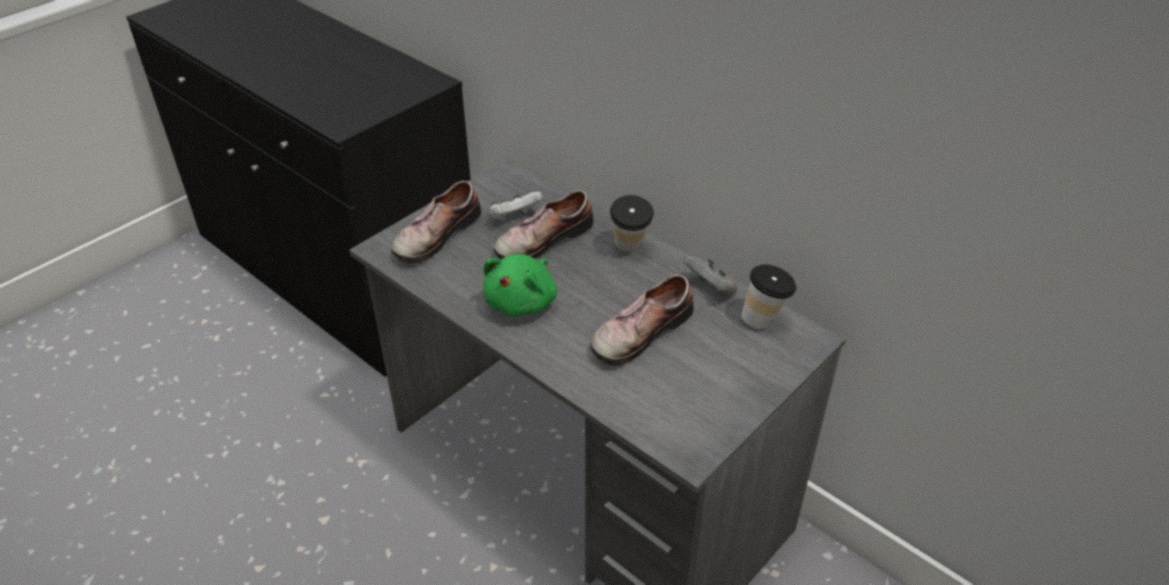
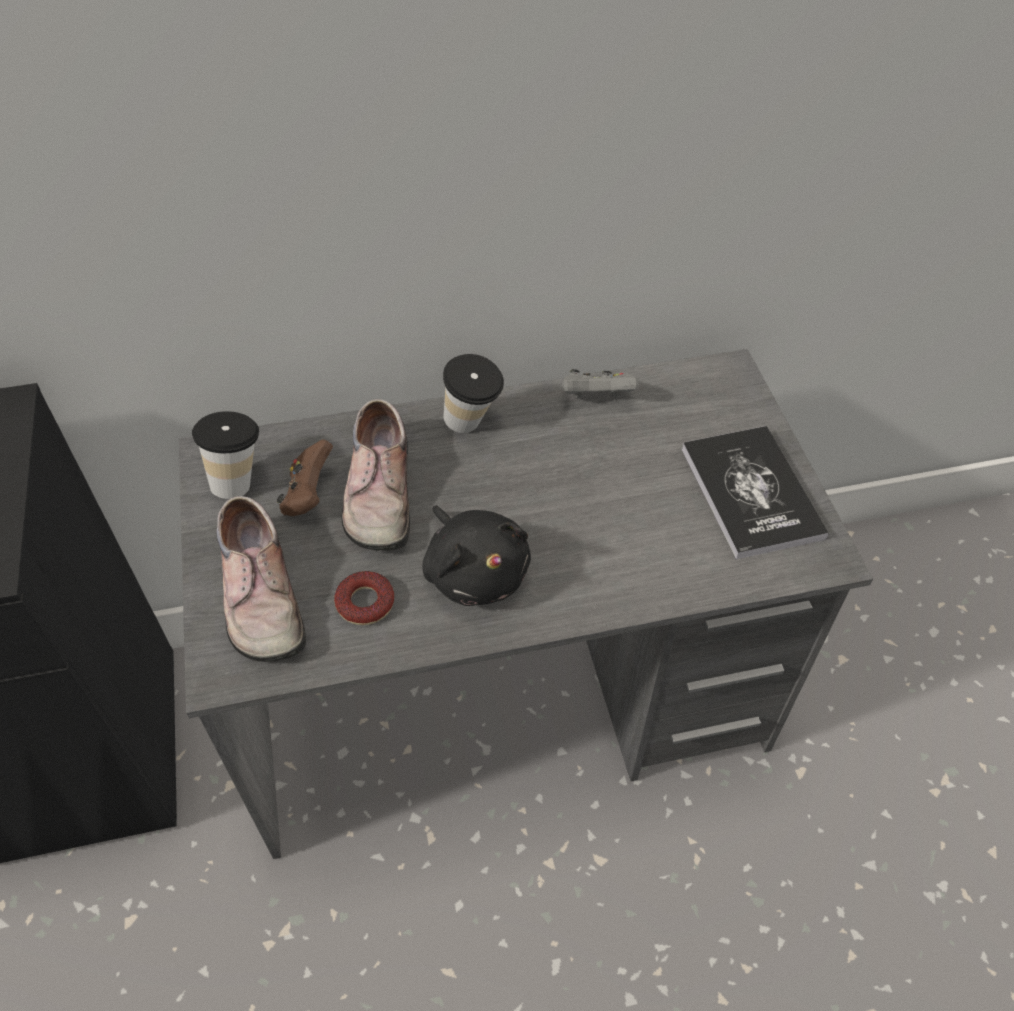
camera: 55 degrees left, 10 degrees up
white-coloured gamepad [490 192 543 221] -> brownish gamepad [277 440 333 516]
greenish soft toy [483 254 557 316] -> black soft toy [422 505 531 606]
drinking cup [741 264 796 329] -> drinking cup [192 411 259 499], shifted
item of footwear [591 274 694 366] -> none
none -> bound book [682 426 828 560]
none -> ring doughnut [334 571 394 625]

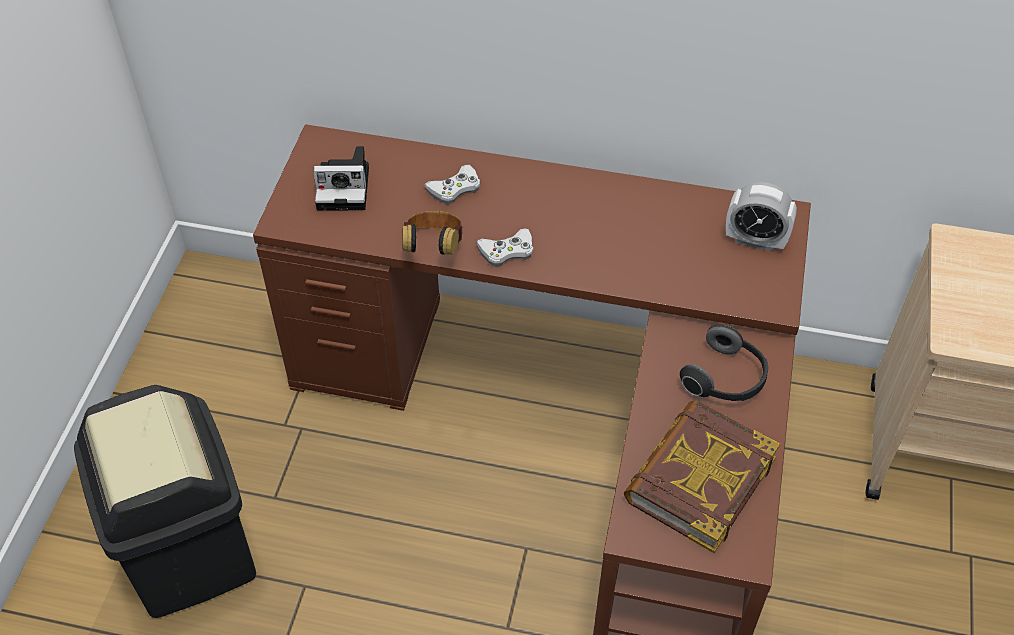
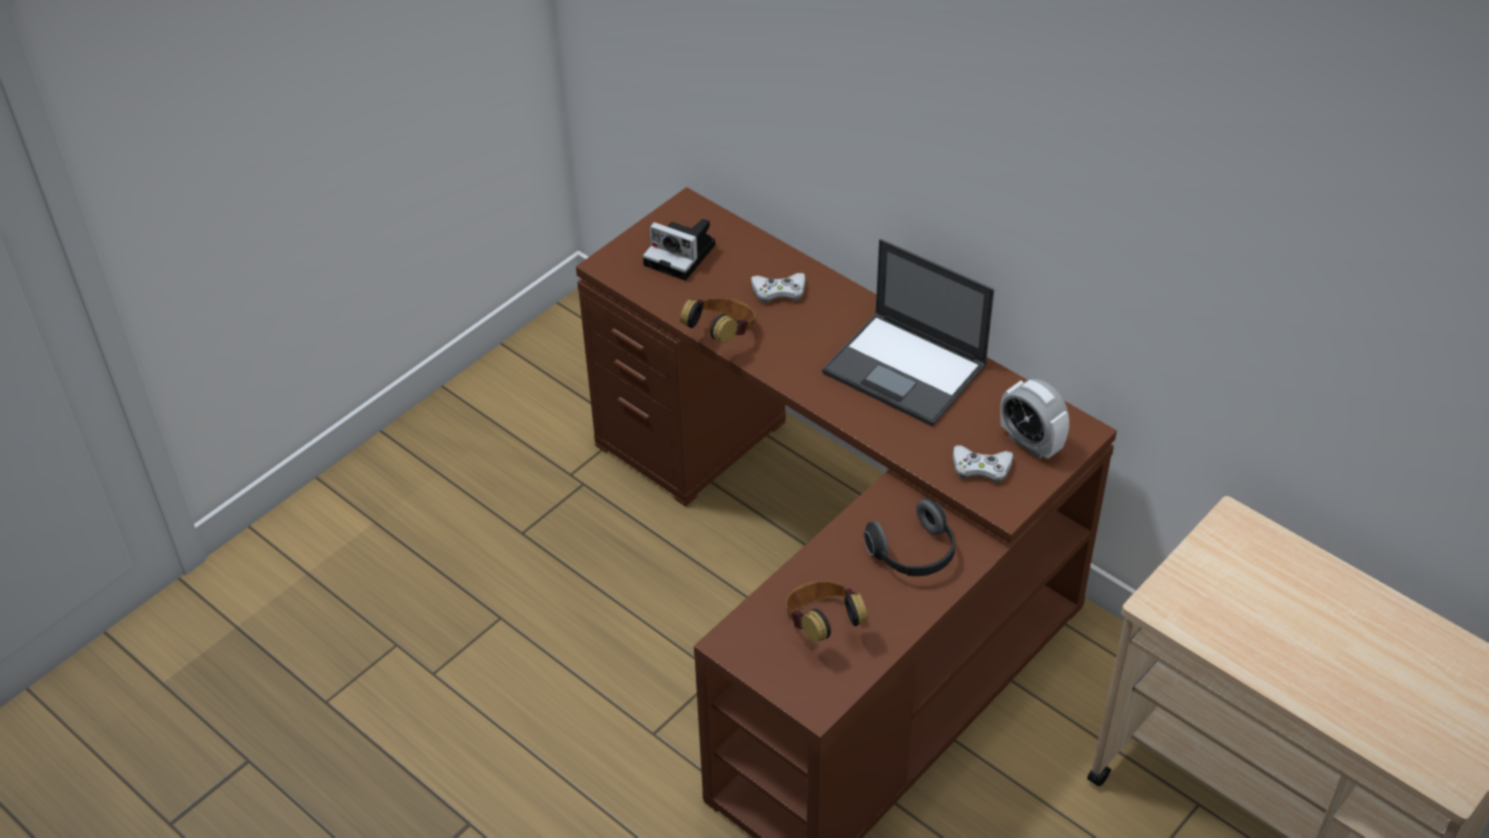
camera: 30 degrees right, 5 degrees down
white-coloured gamepad [477 228 534 267] -> white-coloured gamepad [953 445 1013 483], shifted
black rubbish bin [74 385 256 618] -> none
bound book [624 400 780 553] -> headphones [786 581 868 642]
none -> laptop [822 239 994 426]

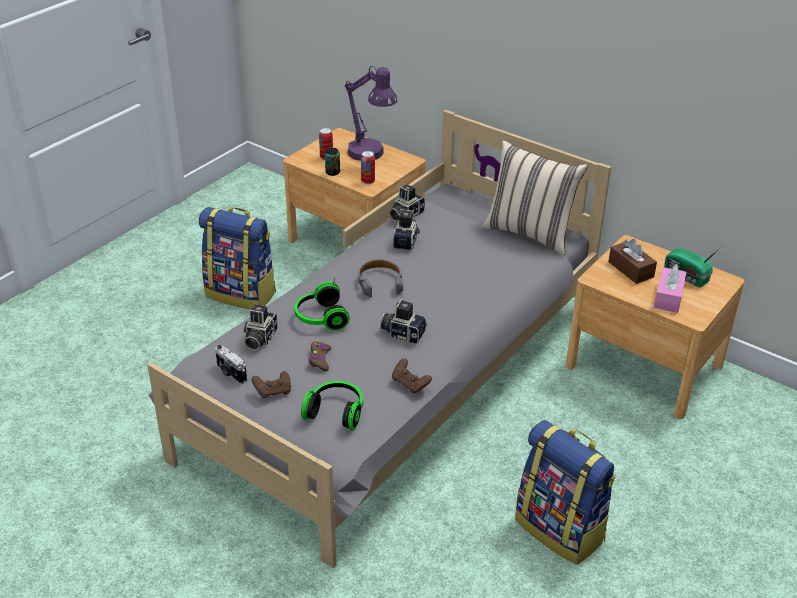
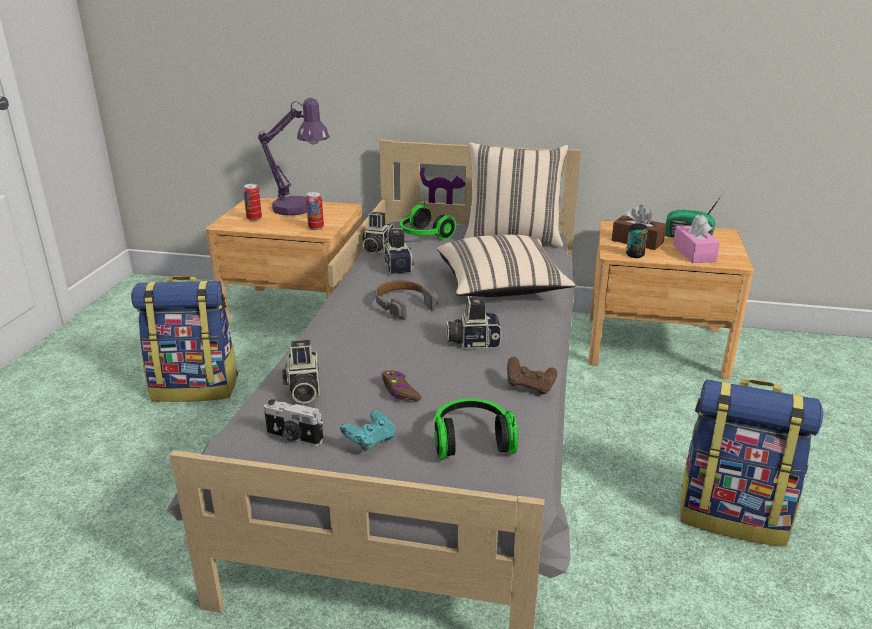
camera: 25 degrees left, 10 degrees down
metal can [325 148 340 176] -> metal can [626 223 648 258], shifted
headphones [294 278 350 331] -> headphones [400 199 456 240], shifted
brownish gamepad [251 371 291 398] -> blue-green gamepad [340 410 395 452]
none -> sand-coloured pillow [437 235 576 297]

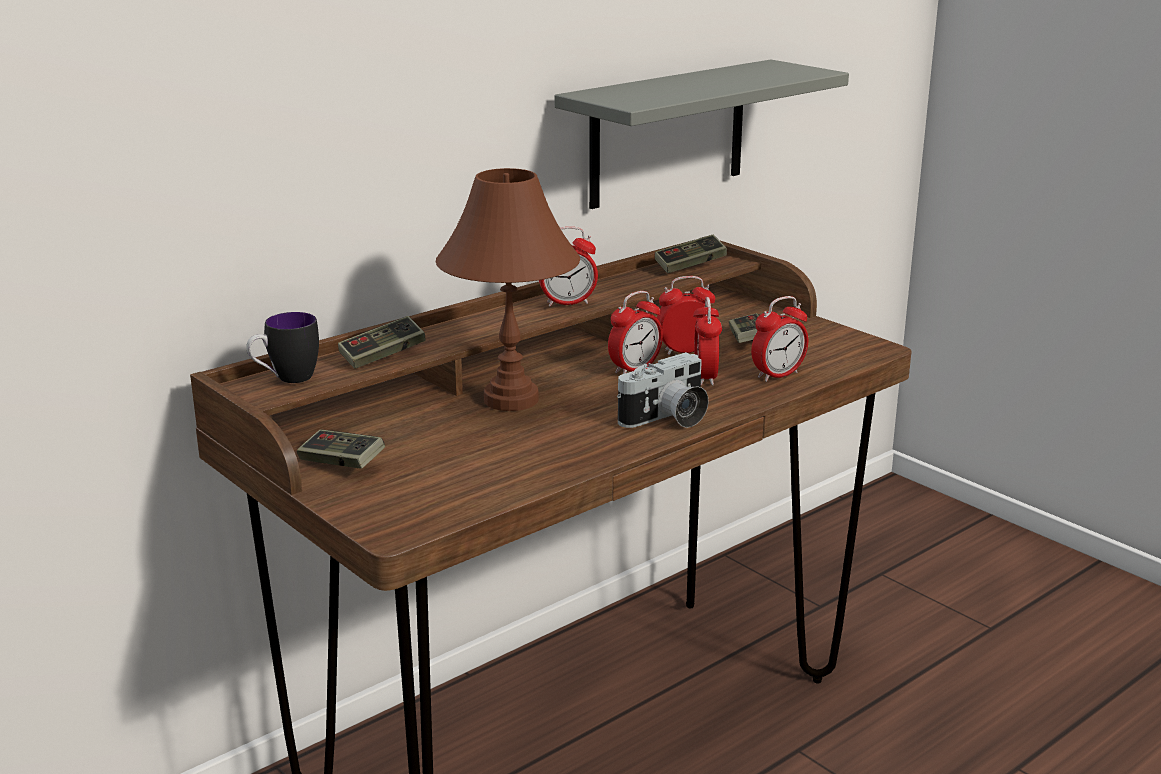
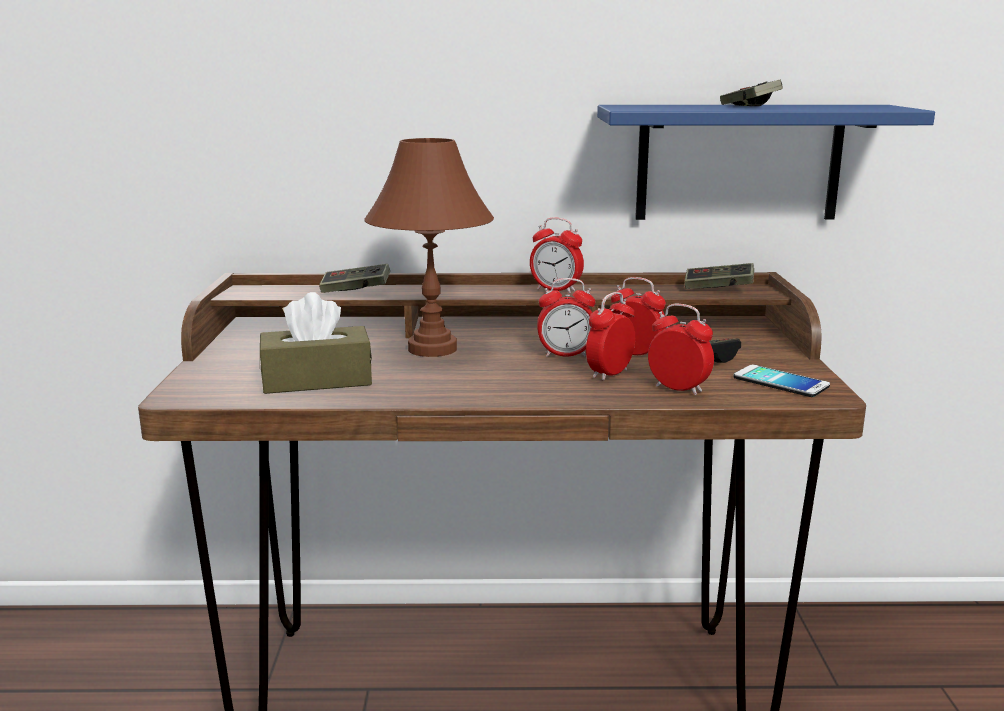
camera: 40 degrees right, 5 degrees down
greyish bracket shelf [555 60 849 209] -> blue-coloured bracket shelf [597 105 935 220]
bedside clock [751 296 808 382] -> bedside clock [648 304 714 395], 150 degrees counterclockwise
tea mug [246 312 319 383] -> none
photo camera [617 352 709 428] -> none
gamepad [297 429 385 469] -> gamepad [720 80 783 106], shifted
none -> brownish tissue box [260 292 372 394]
none -> handset [733 364 830 397]

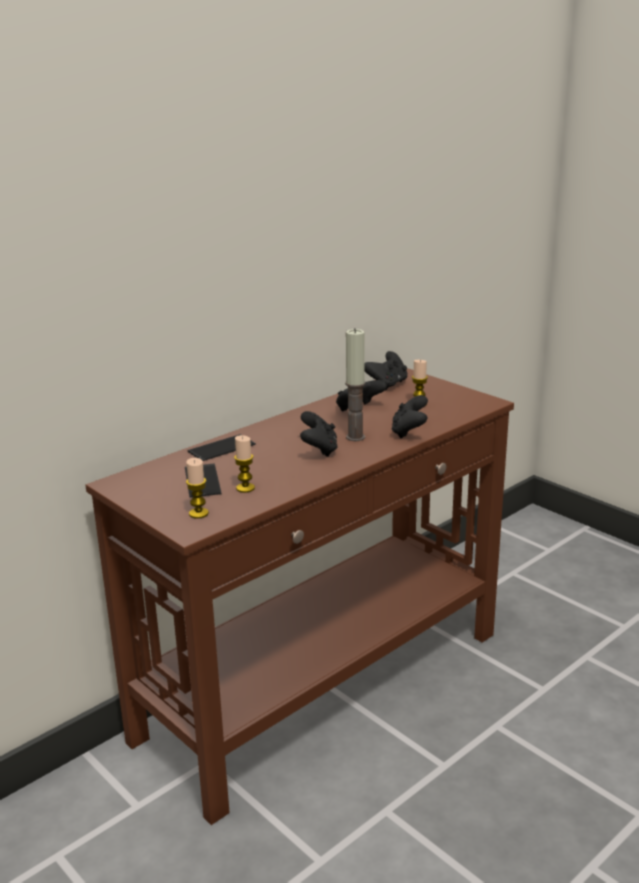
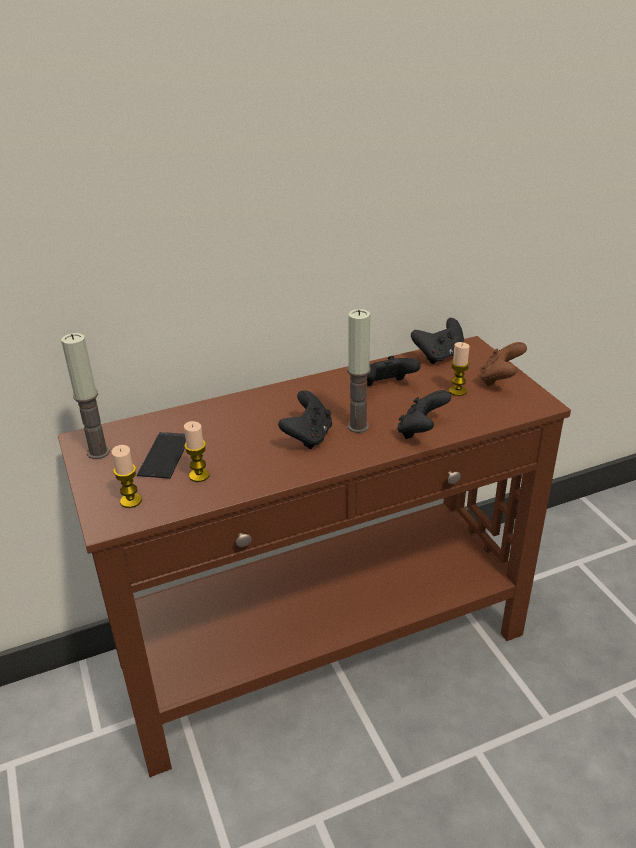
camera: 20 degrees right, 10 degrees up
handset [187 434 256 461] -> none
none -> candle [61 333 110 459]
none -> brownish gamepad [480 342 527 387]

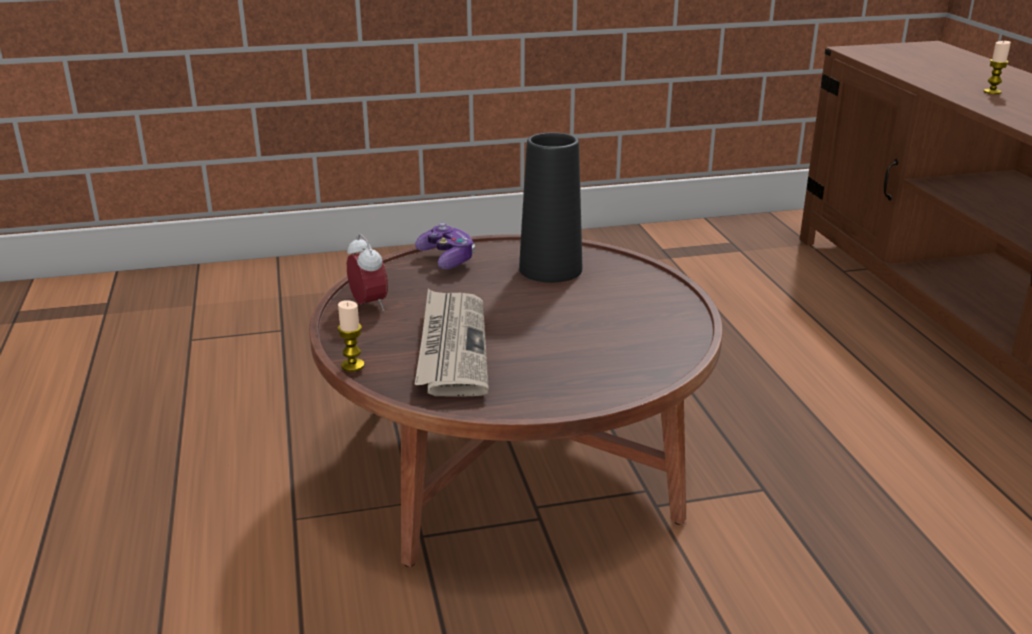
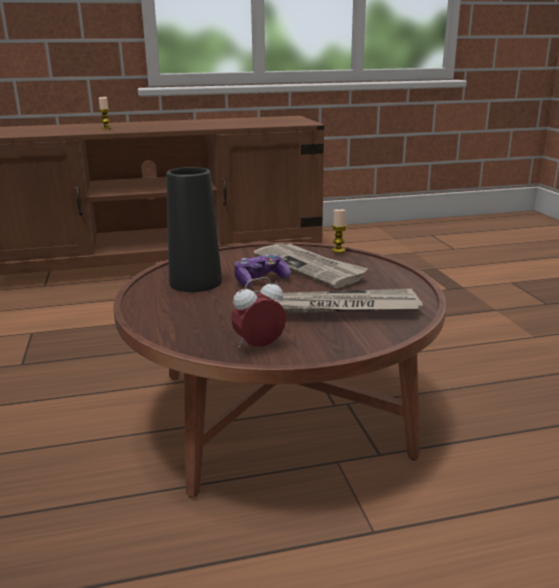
camera: 90 degrees left, 5 degrees down
gamepad [415 223 475 269] -> gamepad [234 255 291 287], shifted
candle [338 300 365 372] -> candle [332 209 347 253], shifted
none -> daily paper [253 244 368 289]

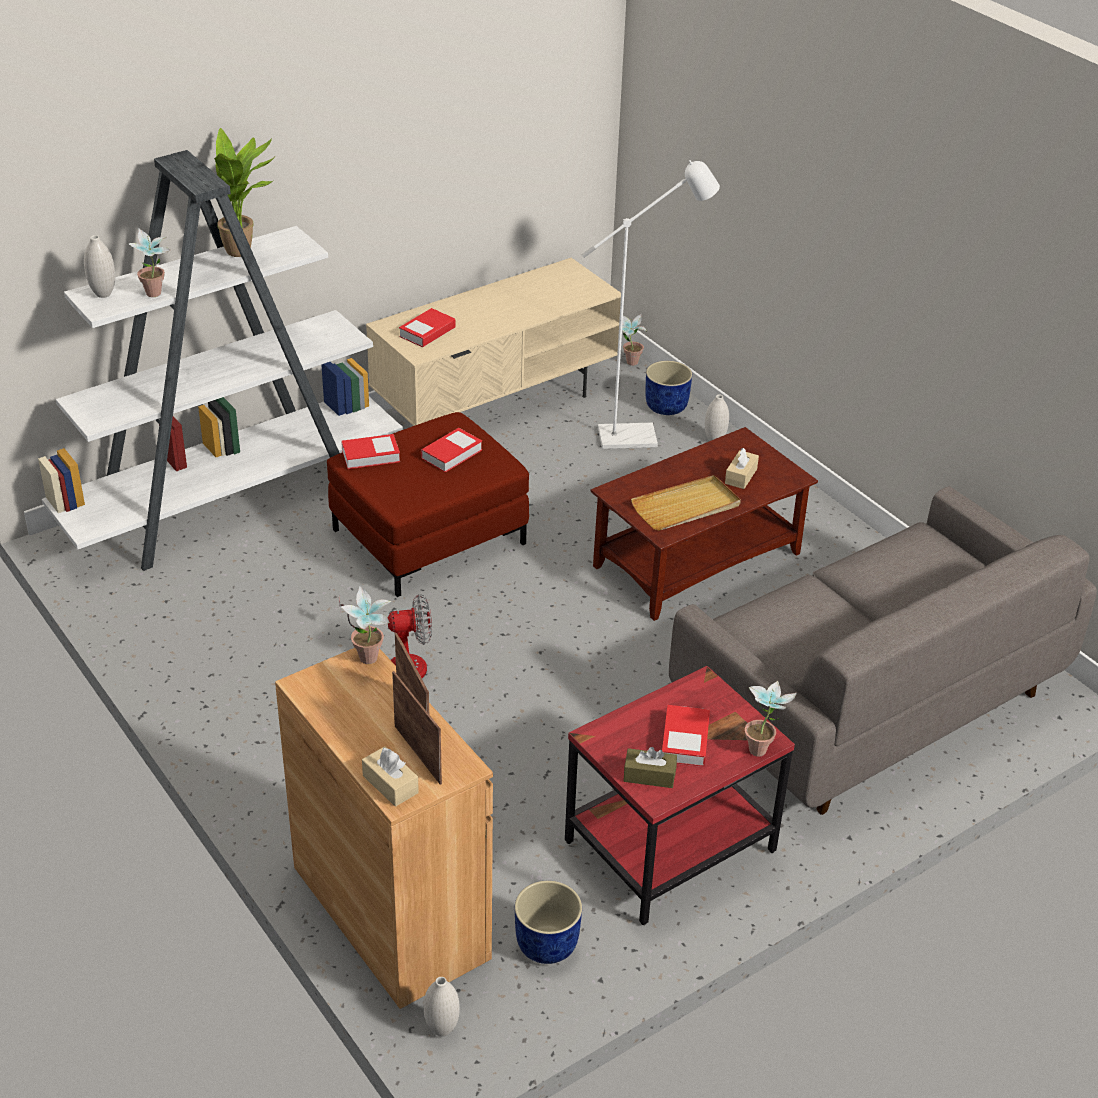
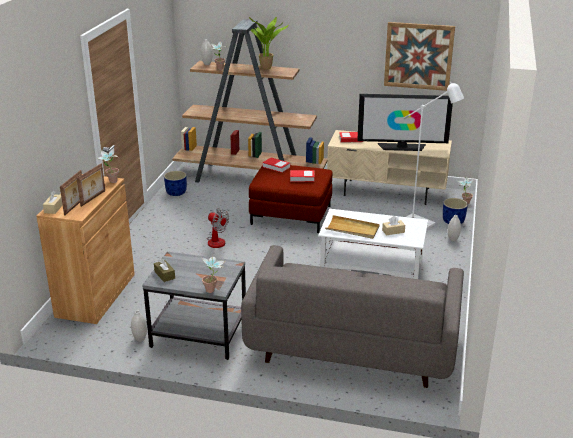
camera: 50 degrees right, 10 degrees down
white-coloured bookcase [38 150 403 571] -> brownish bookcase [172 19 328 182]
brownish coffee table [591 427 818 621] -> white-coloured coffee table [318 209 428 279]
reddish side table [565 666 795 925] -> greyish side table [142 252 246 360]
bound book [662 705 710 767] -> none
blue-coloured plant pot [515 881 582 964] -> blue-coloured plant pot [164 171 187 196], shifted
white-coloured flower vase [424 977 460 1037] -> white-coloured flower vase [131 311 147 342], shifted
none -> picture [384 22 455 91]
none -> TV [357 94 453 151]

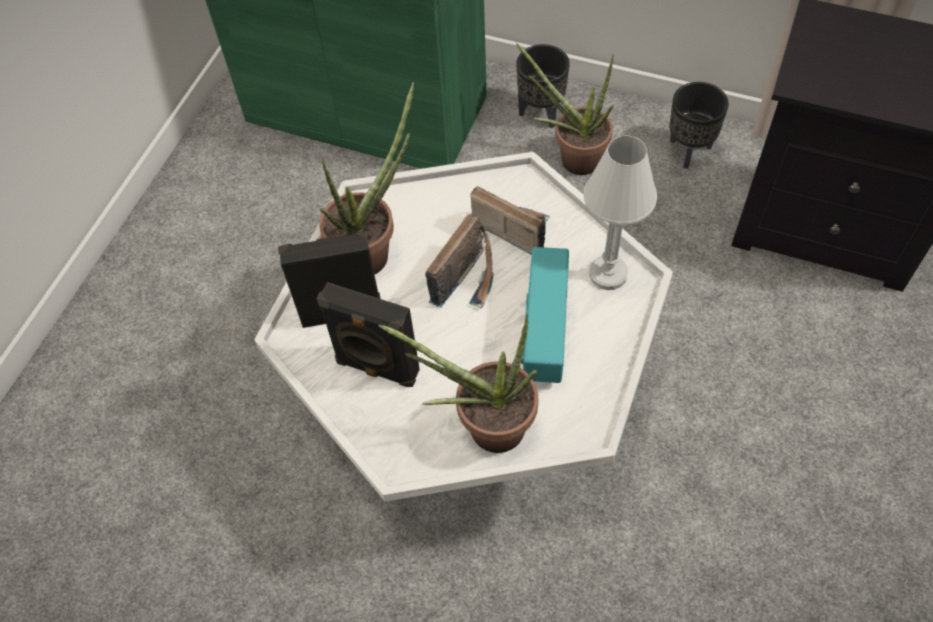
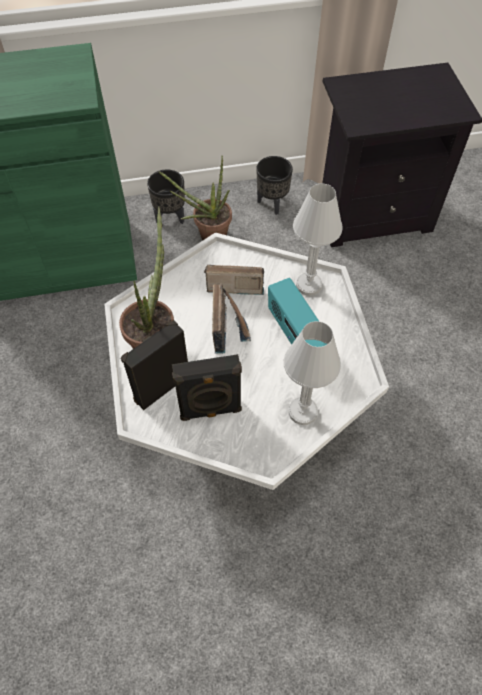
camera: 35 degrees left, 0 degrees up
plant in a pot [379 314 538 453] -> white-coloured table lamp [284 321 341 425]

